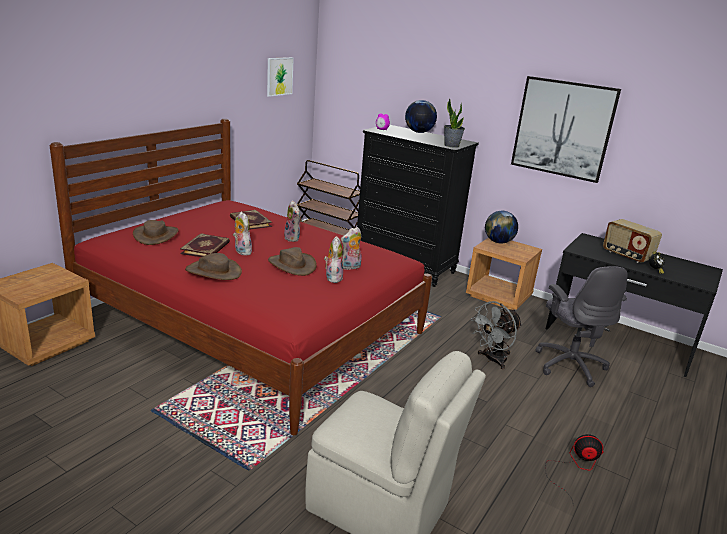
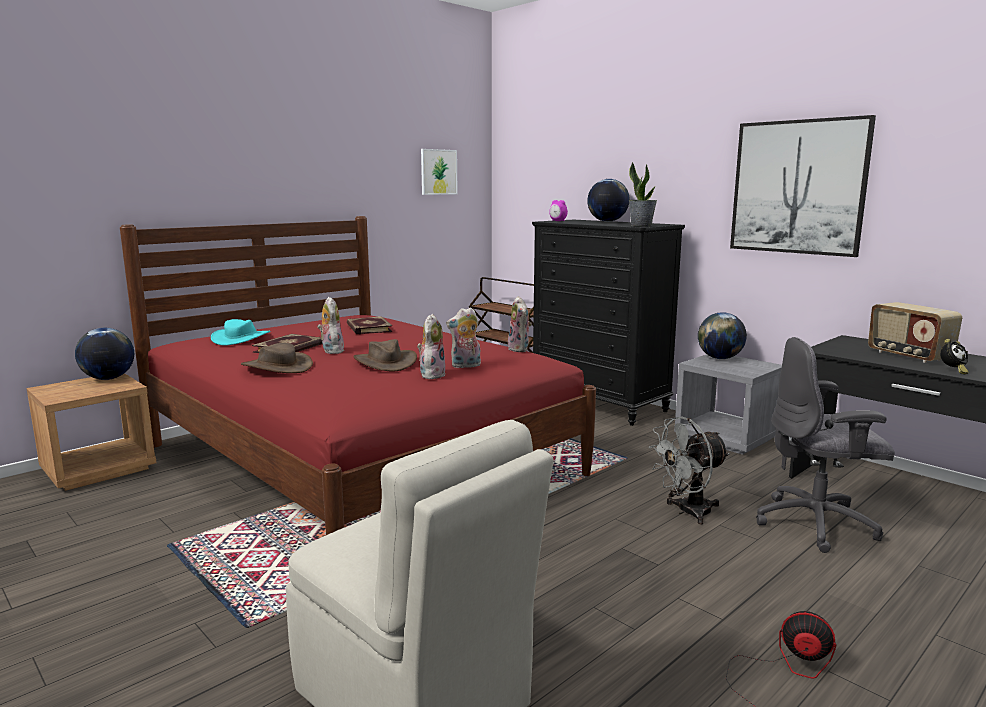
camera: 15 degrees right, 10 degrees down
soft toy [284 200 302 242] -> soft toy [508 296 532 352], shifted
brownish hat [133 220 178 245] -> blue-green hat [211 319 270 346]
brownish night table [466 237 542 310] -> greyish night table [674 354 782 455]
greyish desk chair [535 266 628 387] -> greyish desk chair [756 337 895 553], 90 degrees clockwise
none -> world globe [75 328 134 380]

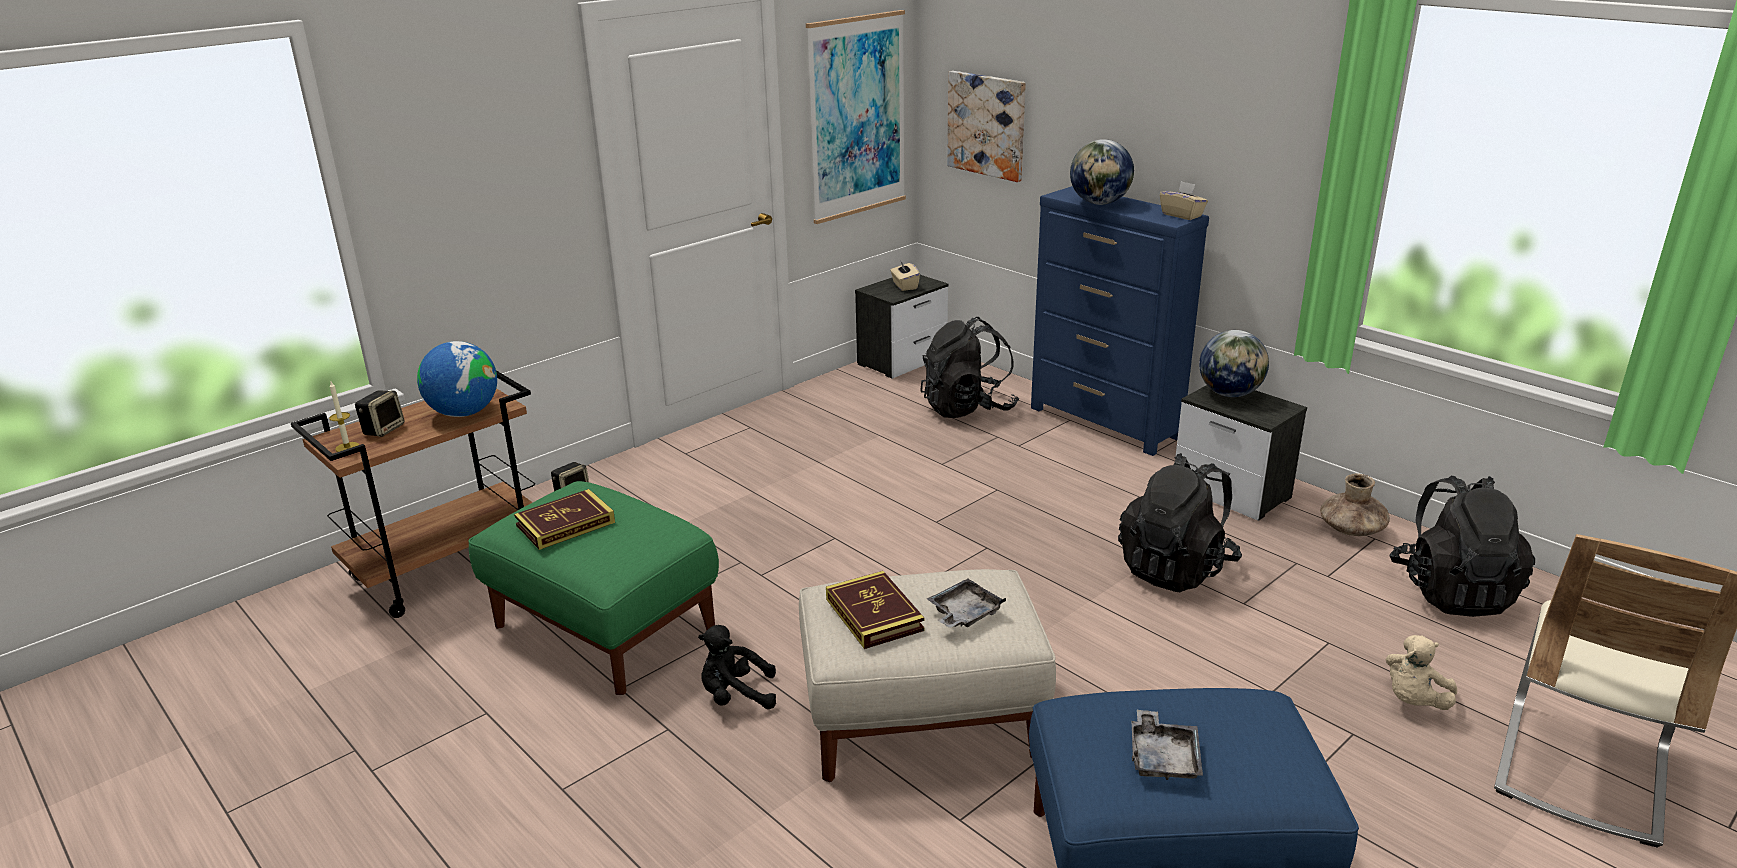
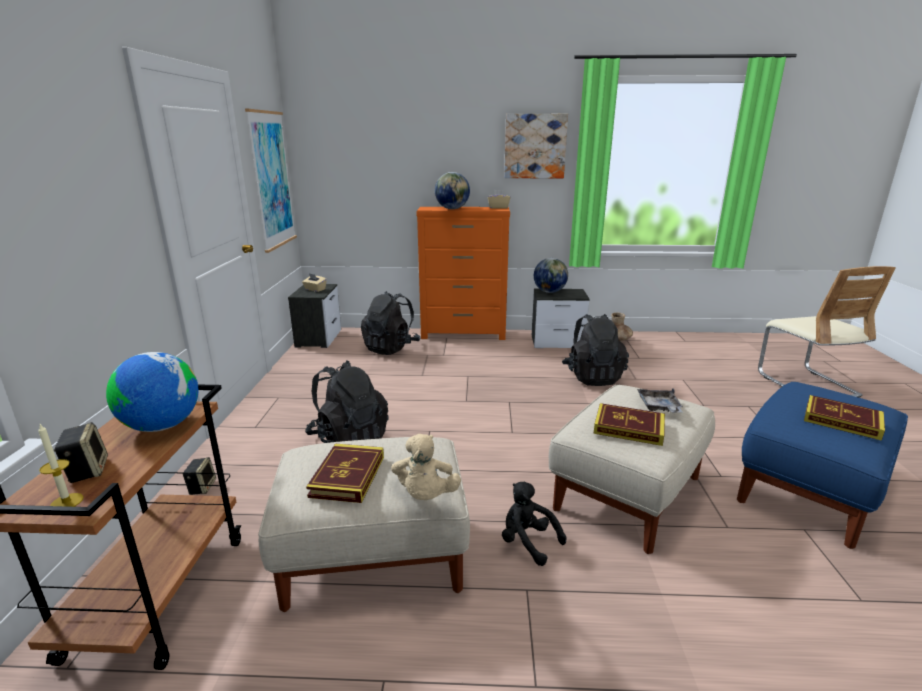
camera: 45 degrees left, 5 degrees down
picture [947 71 1026 182] -> picture [504 114 568 178], shifted
blue-coloured drawer chest [1031 186 1209 456] -> orangey drawer chest [416 207 510 340]
black backpack [1390 476 1535 617] -> black backpack [305 360 389 443], shifted
greenish footrest [468 481 719 695] -> sand-coloured footrest [258 437 470 612]
black soft toy [698 625 776 709] -> black soft toy [502 482 567 566], 90 degrees clockwise
sand-coloured soft toy [1386 635 1457 710] -> sand-coloured soft toy [391 434 461 500], shifted
greyish carrying tray [1132 710 1203 780] -> bound book [804 395 885 441]

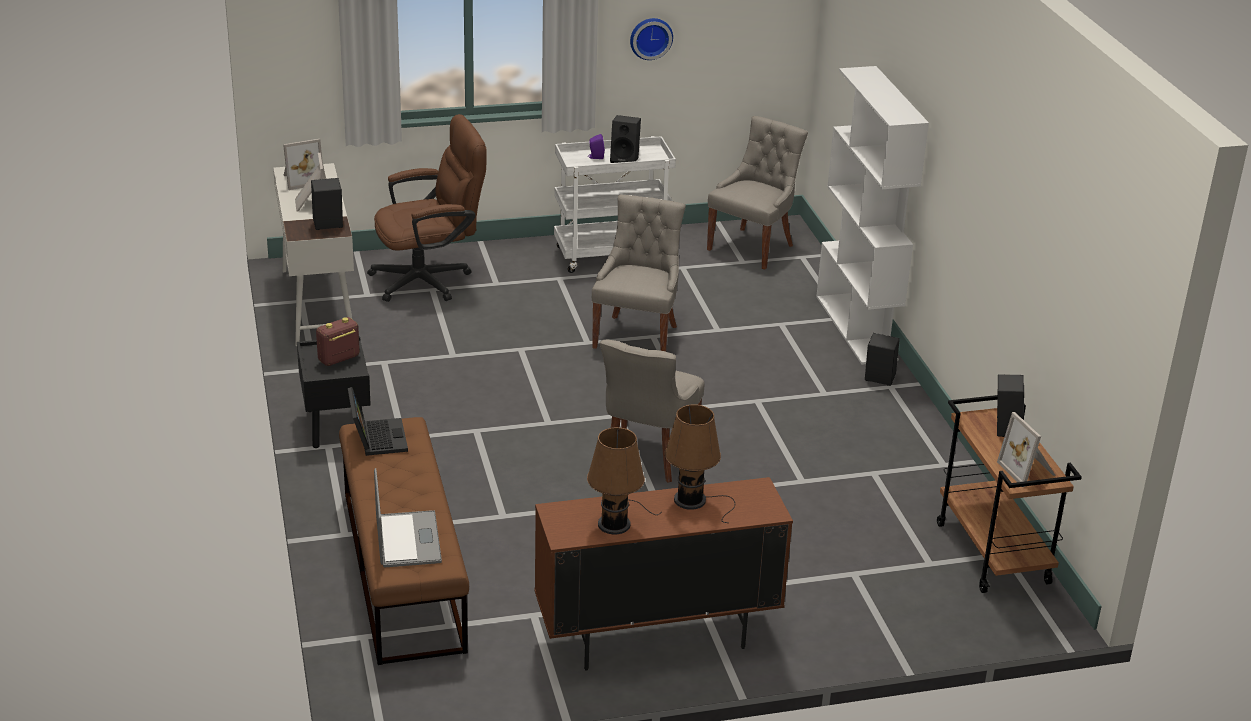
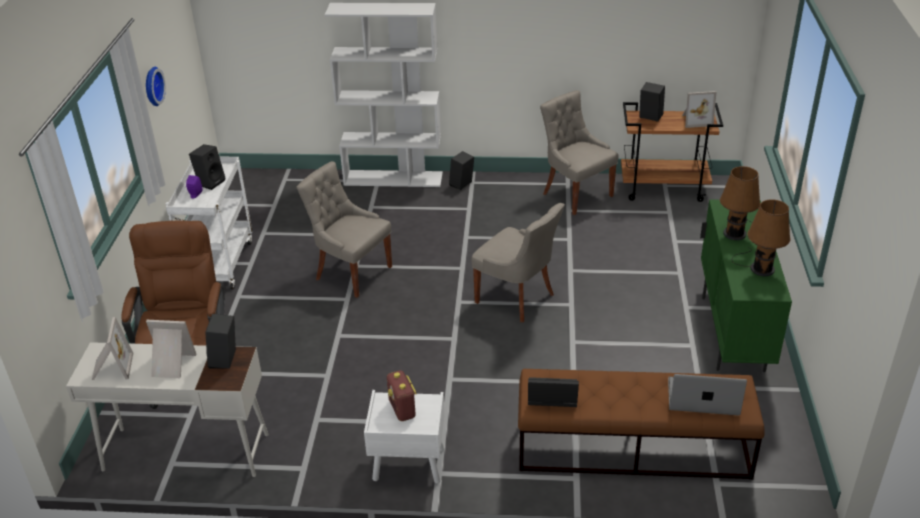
camera: 70 degrees left, 5 degrees up
greyish upright chair [707 116 808 270] -> greyish upright chair [540 90 619 215], shifted
black night table [297 336 371 448] -> white-coloured night table [364 390 444 484]
brownish cupboard [535 477 793 670] -> greenish cupboard [700 199 792 372]

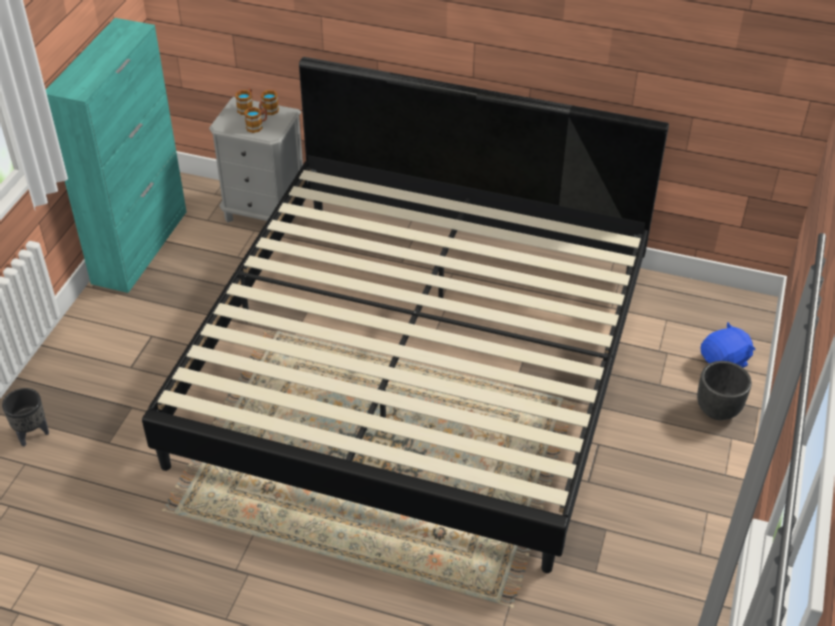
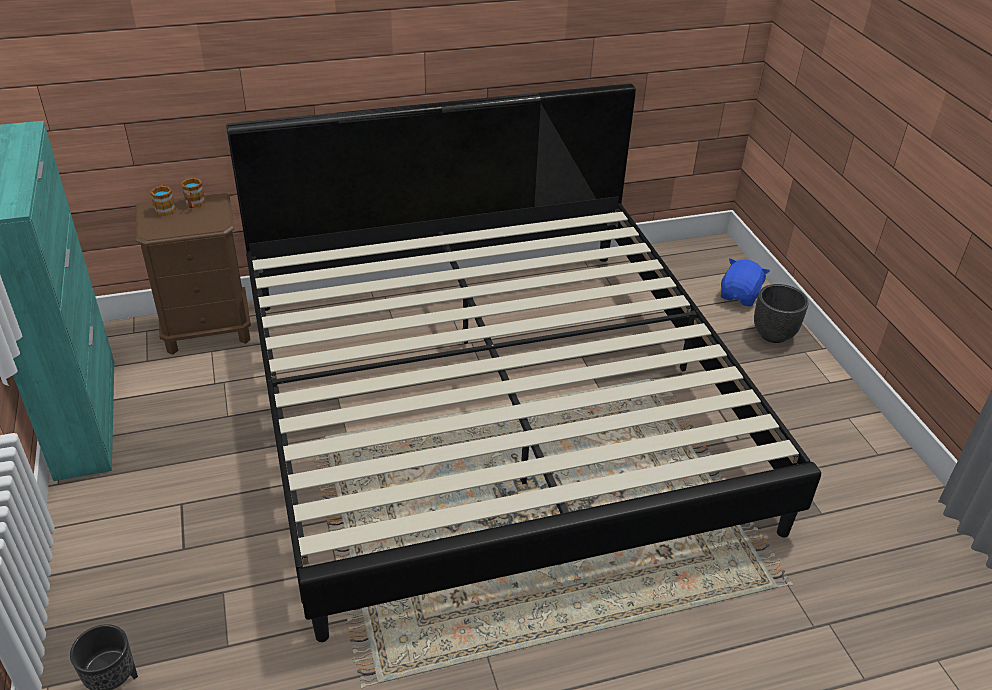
camera: 35 degrees left, 5 degrees down
greyish night table [209 97 303 223] -> brownish night table [136 193 251 355]
tea mug [244 107 267 133] -> none

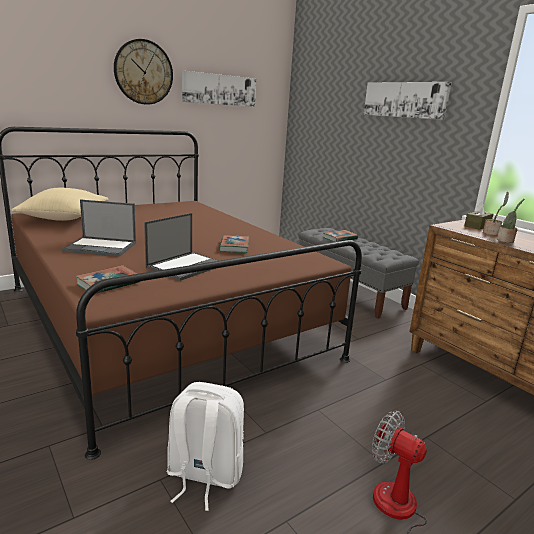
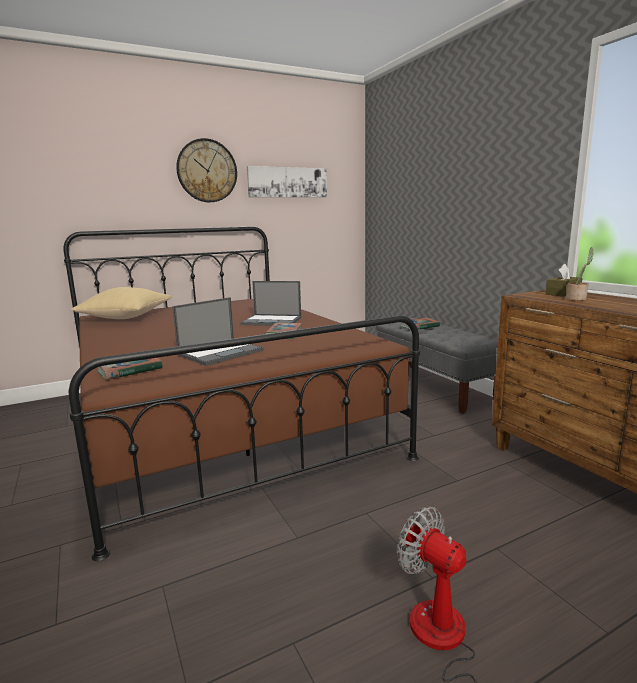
camera: 10 degrees right, 5 degrees down
picture [364 82 452 120] -> none
laptop [62 199 136 257] -> laptop [240 281 301 326], shifted
plant in a pot [497 199 524 243] -> none
white-coloured backpack [167 382 244 511] -> none

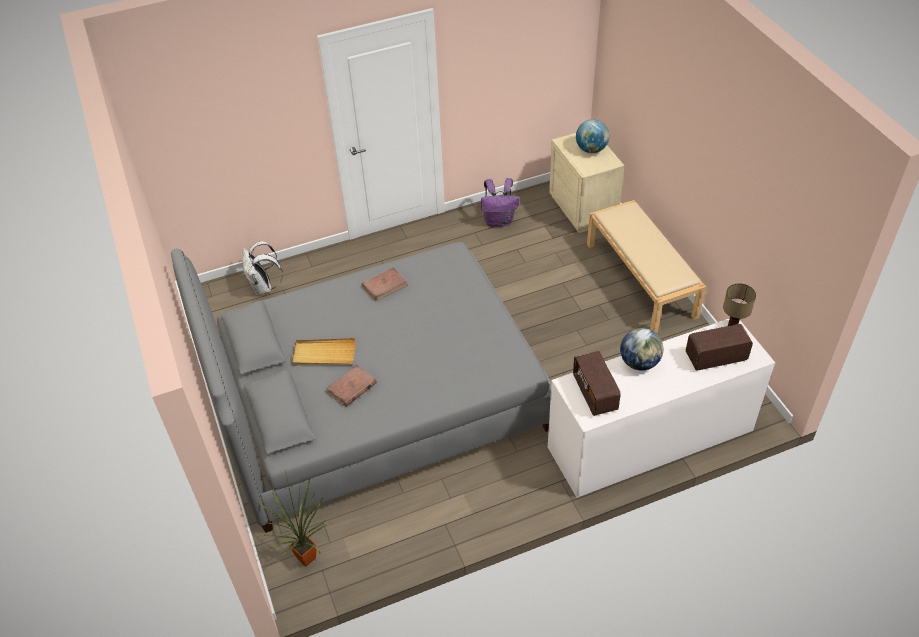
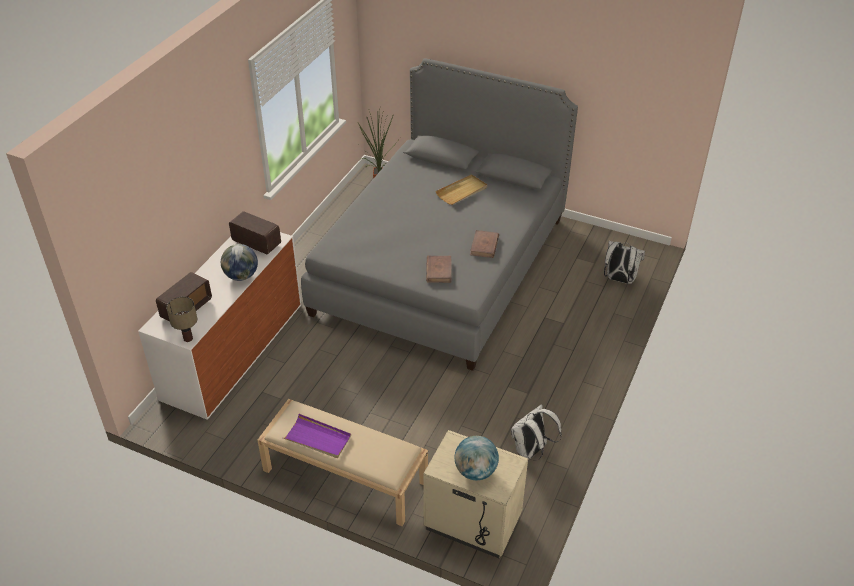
camera: 135 degrees right, 5 degrees down
purple backpack [481 178 519 227] -> white-coloured backpack [511 404 562 461]
brownish bound book [326 365 377 407] -> brownish bound book [426 256 452 283], shifted
none -> purple carrying tray [283 414 351 458]

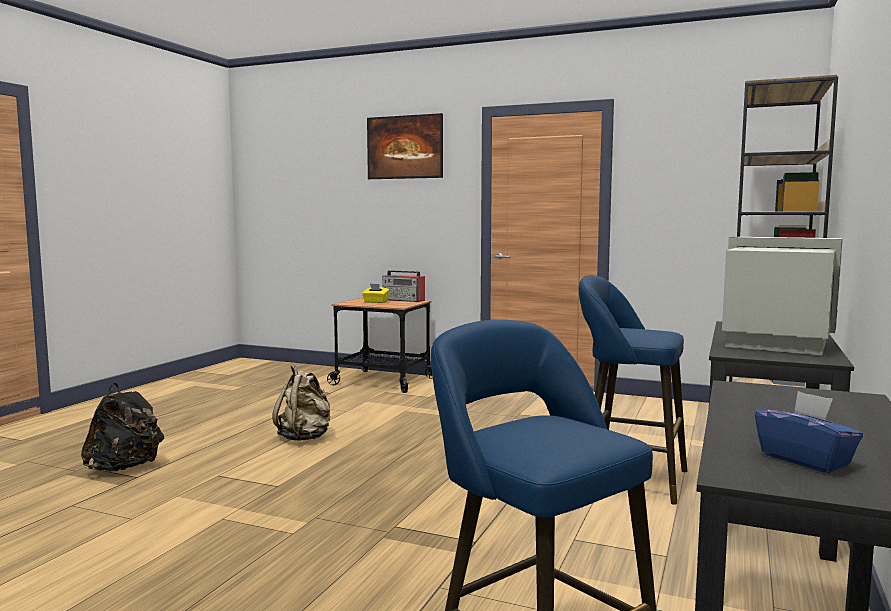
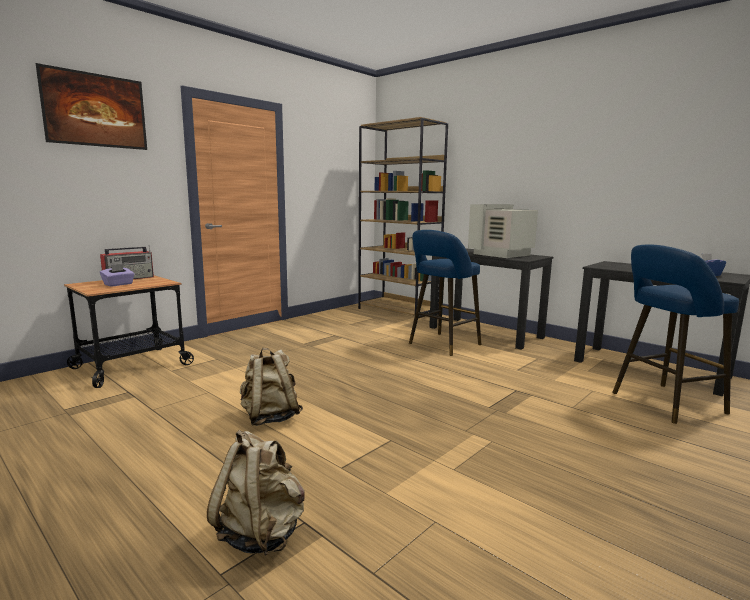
camera: 70 degrees left, 5 degrees up
yellow tissue box [362 284 390 303] -> purple tissue box [100 264 135 287]
black backpack [81 383 164 472] -> sand-coloured backpack [207 430 305 555]

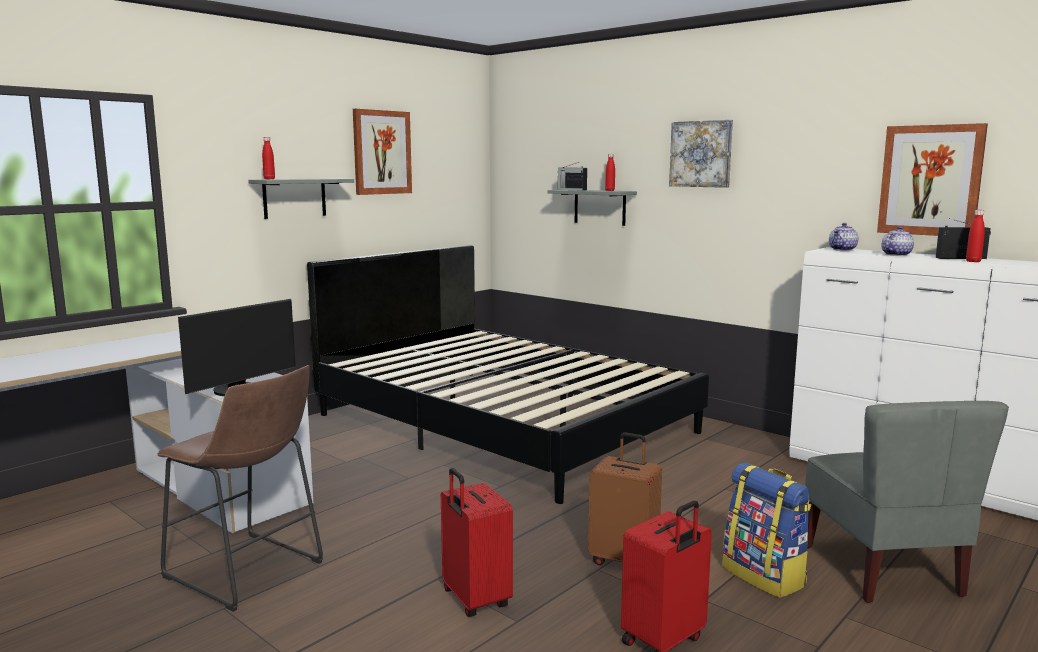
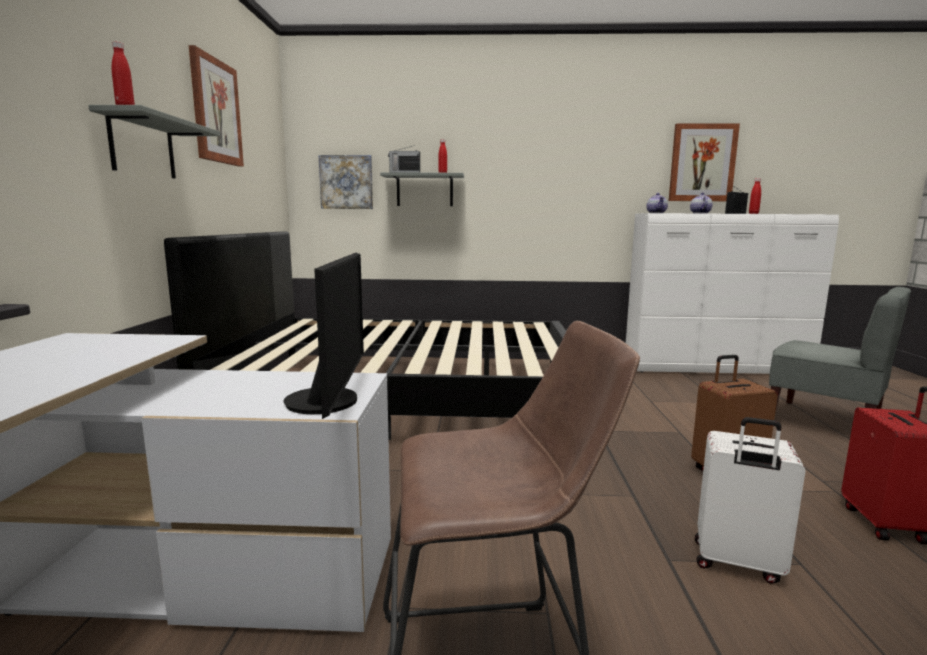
camera: 40 degrees left, 0 degrees up
picture [669 120 733 188] -> picture [319 155 373 209], shifted
backpack [722 463 811 598] -> none
reddish suitcase [441 468 513 617] -> white-coloured suitcase [695 417 805 584]

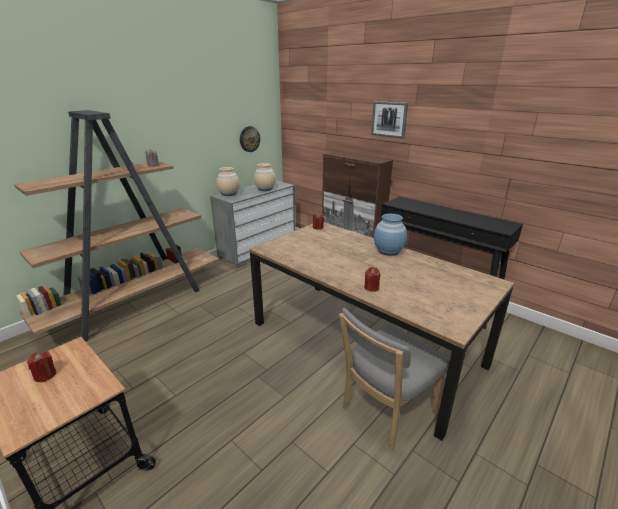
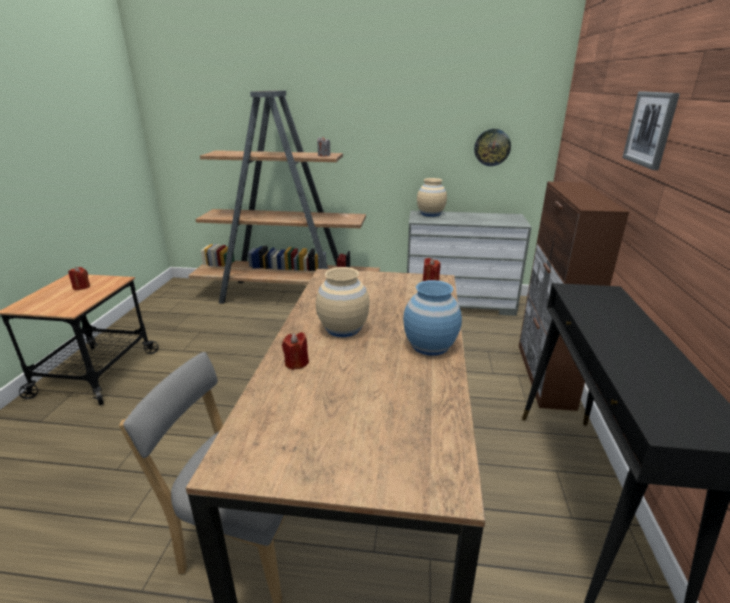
camera: 55 degrees right, 0 degrees up
sand-coloured flower vase [254 163 276 191] -> sand-coloured flower vase [316 267 370 337], shifted

